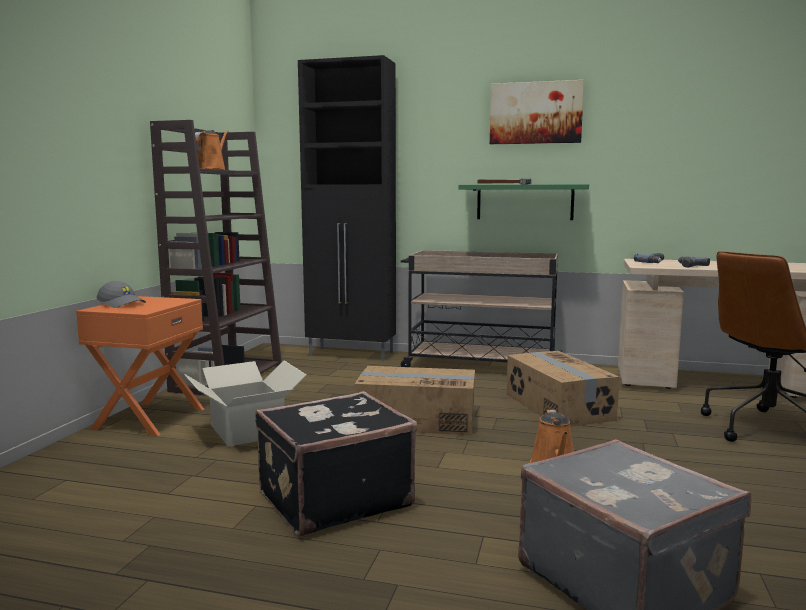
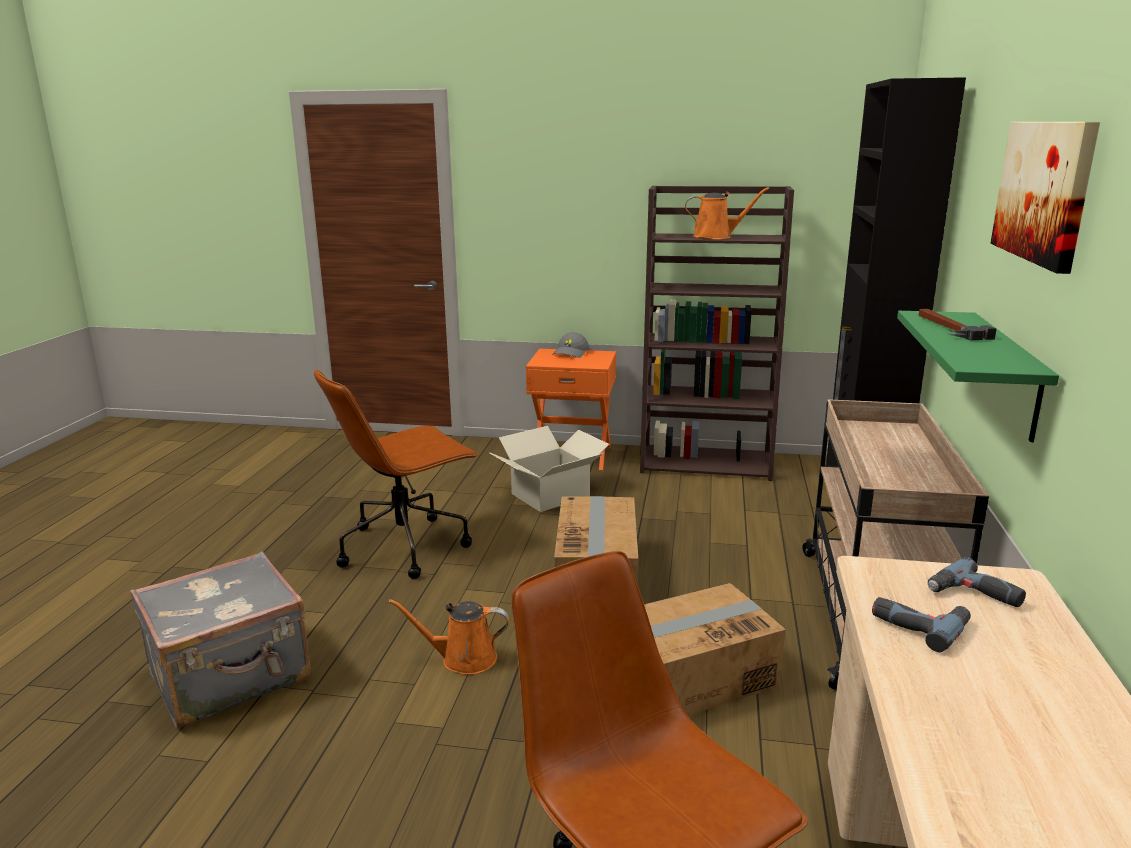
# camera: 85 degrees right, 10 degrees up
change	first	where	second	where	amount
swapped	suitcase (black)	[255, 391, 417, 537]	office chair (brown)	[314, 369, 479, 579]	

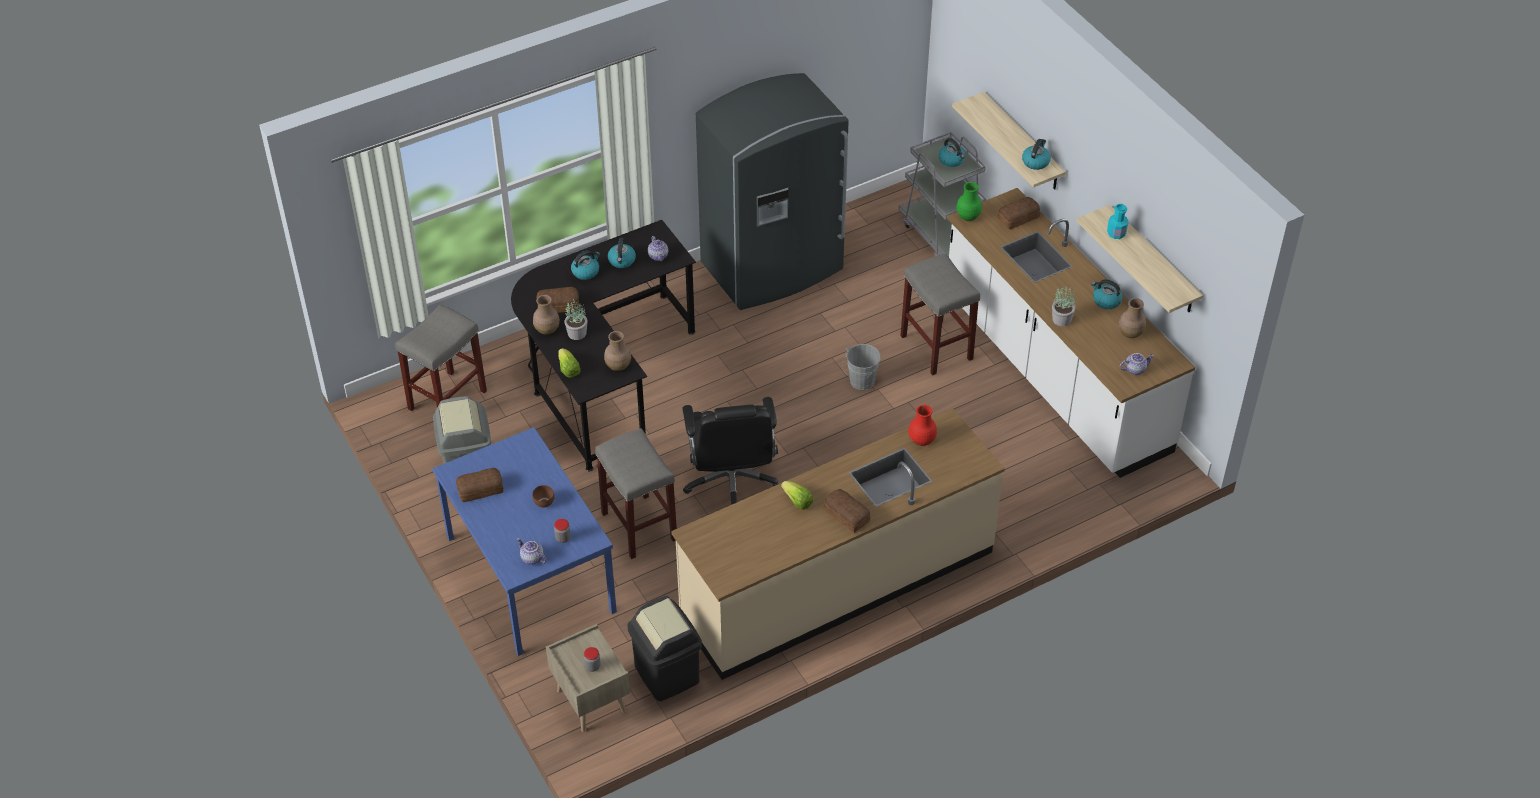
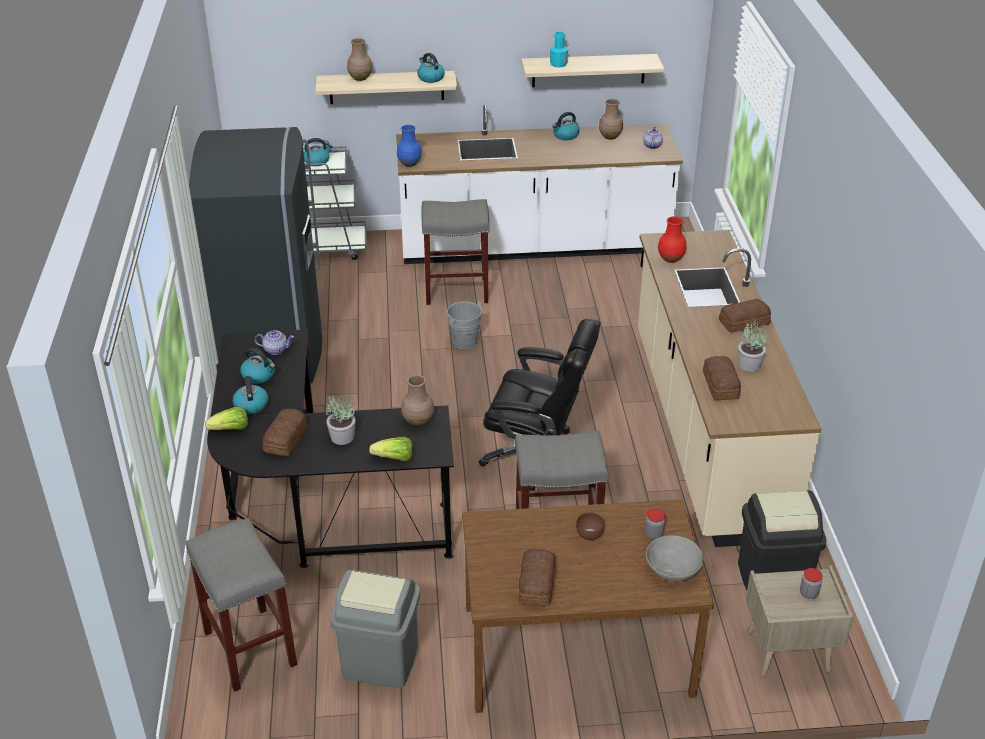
# camera: 65 degrees left, 10 degrees down
change	first	where	second	where	amount
repainted	vase (green)	[956, 182, 982, 221]	vase (blue)	[397, 125, 422, 167]	
shifted	bread	[998, 197, 1040, 230]		[703, 356, 741, 400]	
shifted	potted plant	[1052, 287, 1075, 326]		[738, 320, 766, 372]	
shifted	vase (brown)	[533, 295, 560, 335]		[347, 38, 372, 81]	
repainted	dining table (blue)	[433, 427, 617, 656]	dining table (brown)	[462, 499, 714, 713]	
shifted	lettuce	[781, 481, 813, 510]		[205, 407, 248, 430]	
swapped	teapot	[516, 538, 547, 565]	bowl (grey)	[646, 535, 703, 581]	

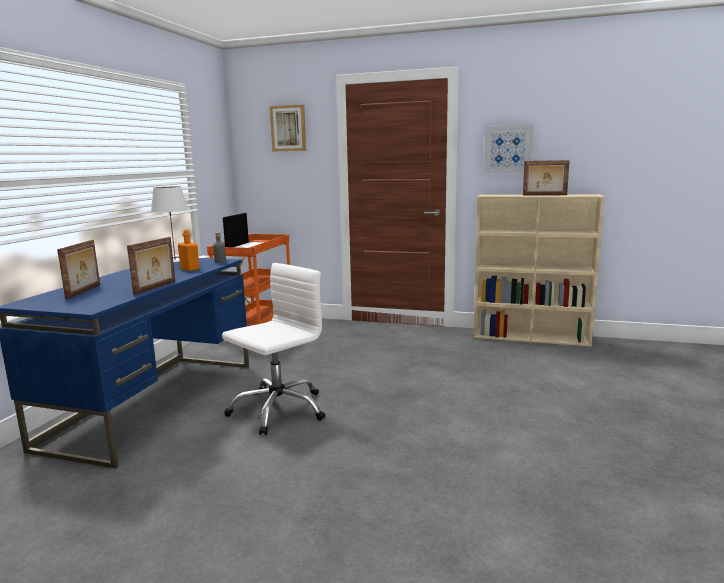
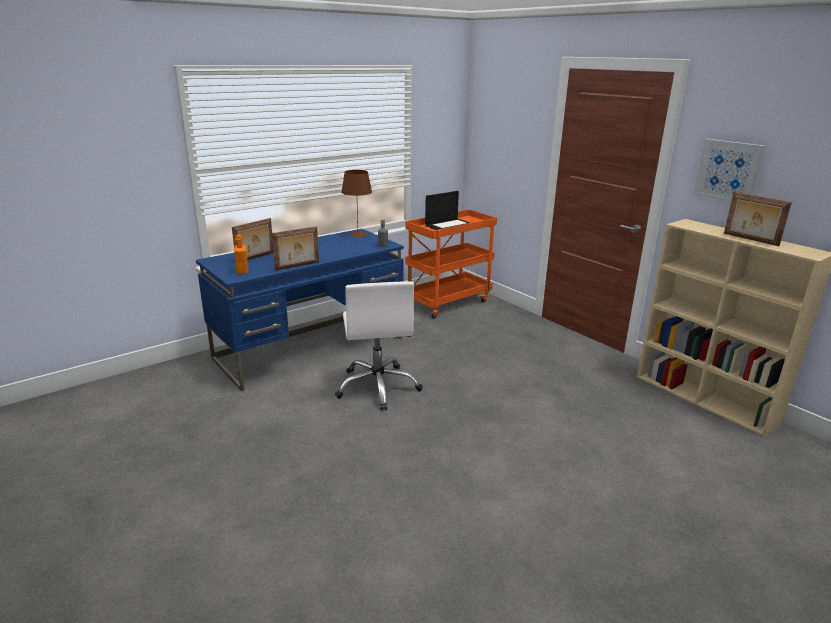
# camera: 35 degrees right, 10 degrees up
change	first	where	second	where	amount
gone	picture	[270, 105, 306, 151]			
repainted	table lamp (white)	[151, 186, 188, 262]	table lamp (brown)	[341, 170, 372, 237]	
shifted	bottle (orange)	[178, 230, 200, 271]		[234, 234, 248, 274]	
rotated	office chair (white)	[222, 263, 325, 435]		[335, 281, 423, 411]	90 degrees clockwise

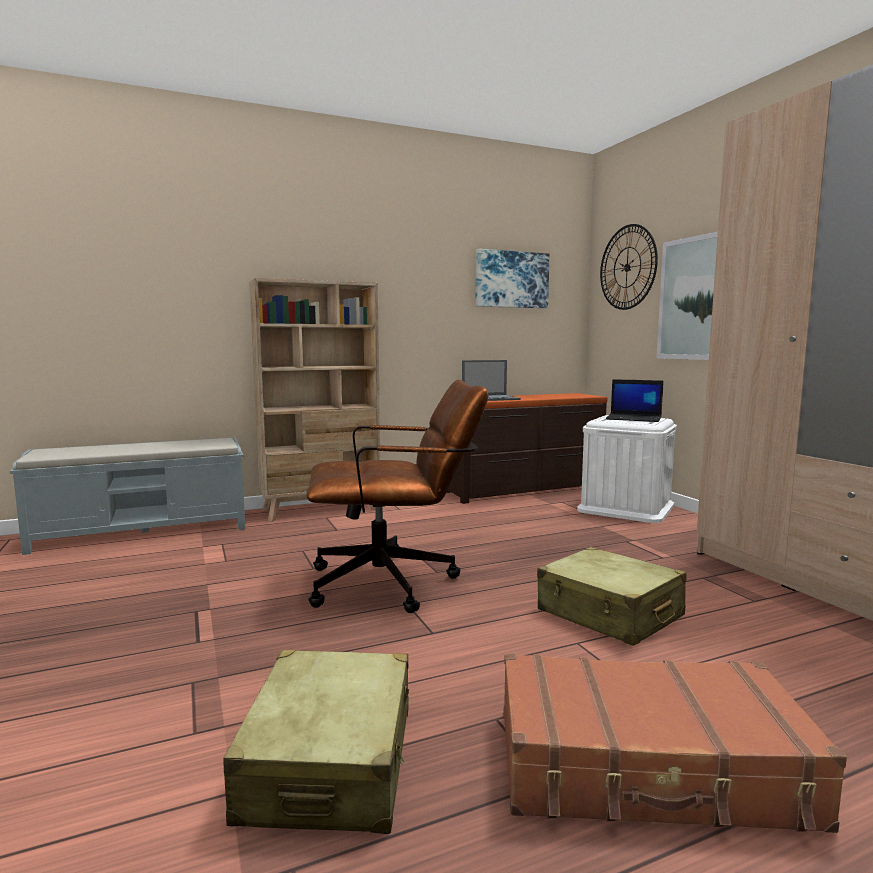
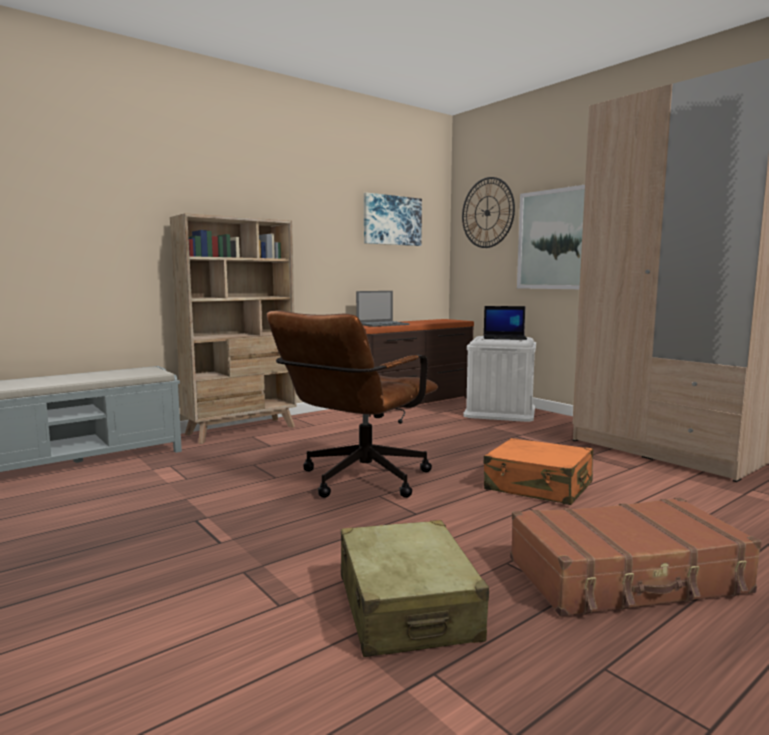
# camera: 15 degrees left, 0 degrees up
change	first	where	second	where	amount
rotated	office chair (brown)	[306, 380, 489, 613]		[267, 310, 438, 498]	150 degrees clockwise
repainted	suitcase (beige)	[537, 547, 686, 646]	suitcase (orange)	[484, 438, 593, 505]	

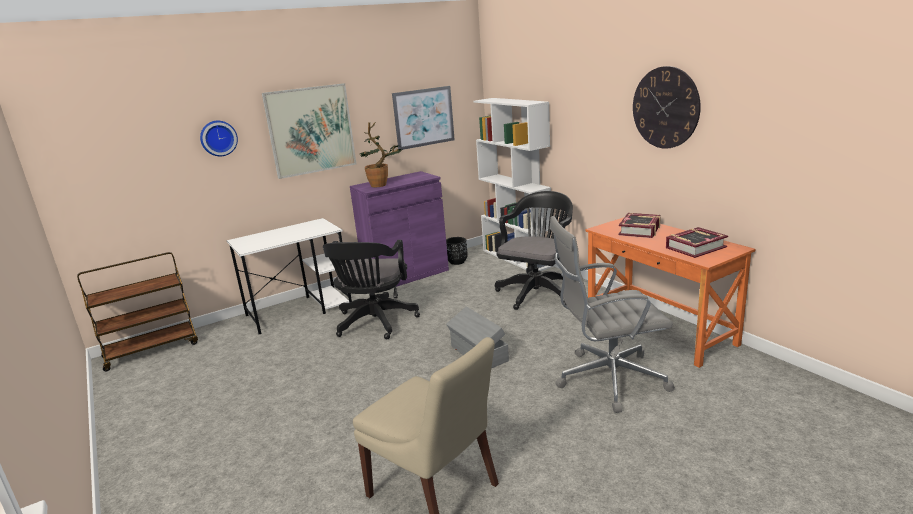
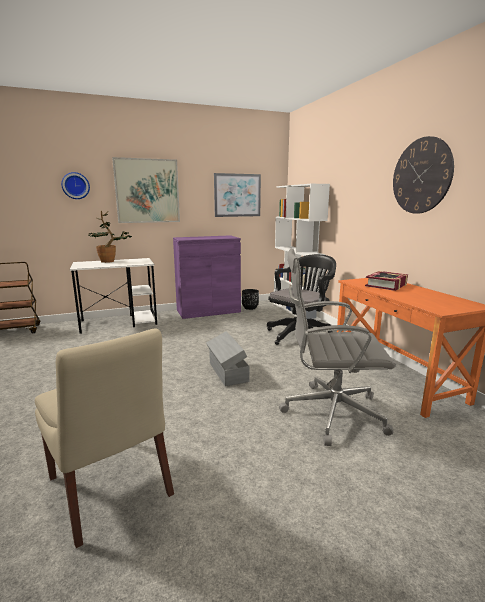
# camera: 10 degrees right, 5 degrees down
change	first	where	second	where	amount
shifted	potted plant	[359, 122, 402, 187]		[88, 211, 131, 263]	
gone	book	[666, 227, 728, 258]			
gone	office chair (black)	[323, 240, 420, 339]			

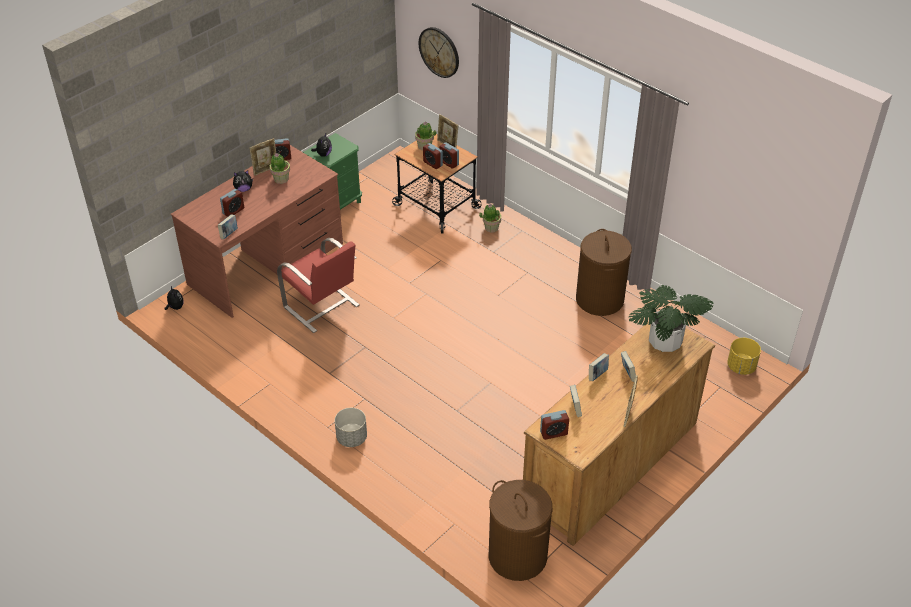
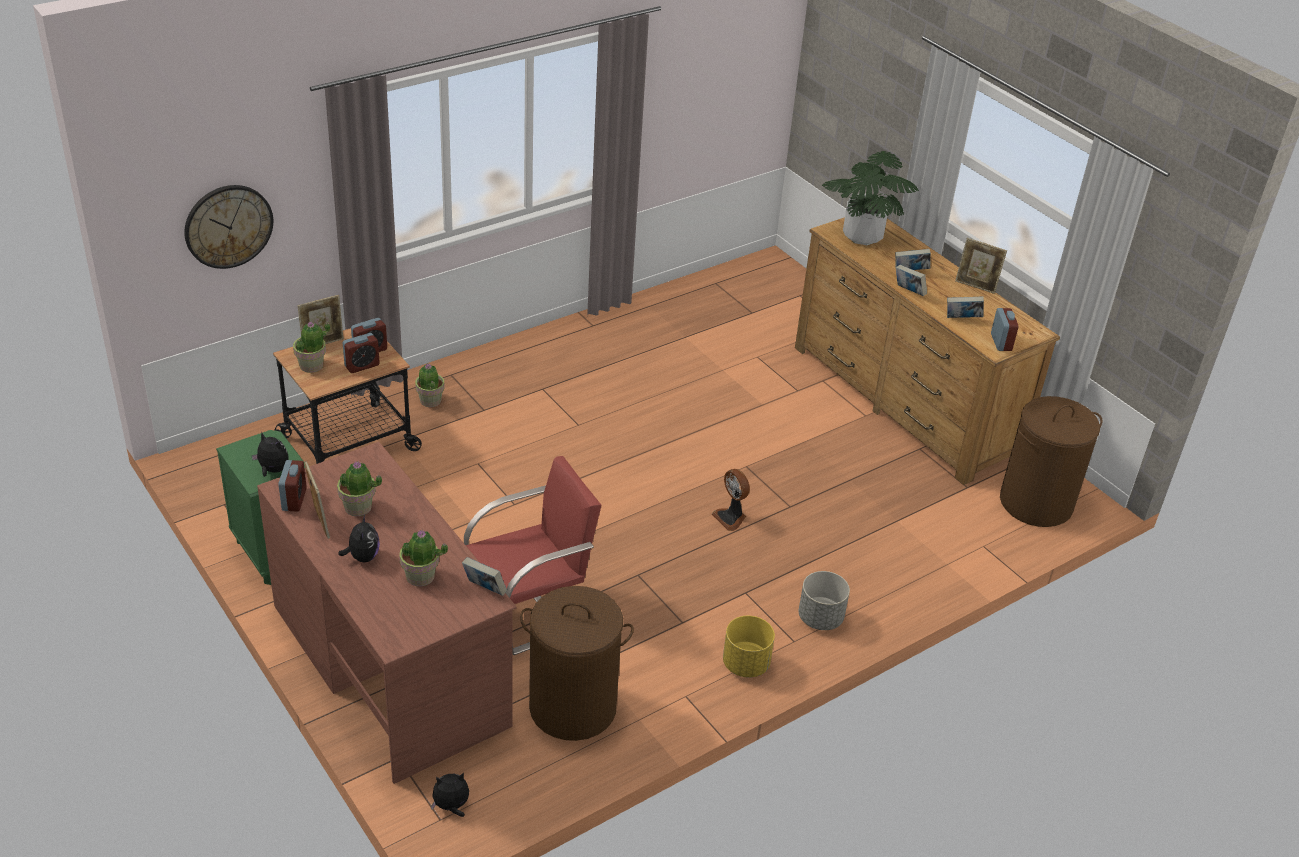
# camera: 80 degrees left, 5 degrees down
change	first	where	second	where	amount
swapped	alarm clock	[220, 189, 244, 217]	potted plant	[399, 529, 448, 586]	
shifted	laundry basket (brown)	[576, 229, 632, 316]		[520, 586, 634, 741]	
shifted	planter (yellow)	[727, 338, 761, 375]		[723, 616, 775, 678]	
new			fan	[712, 469, 750, 531]	

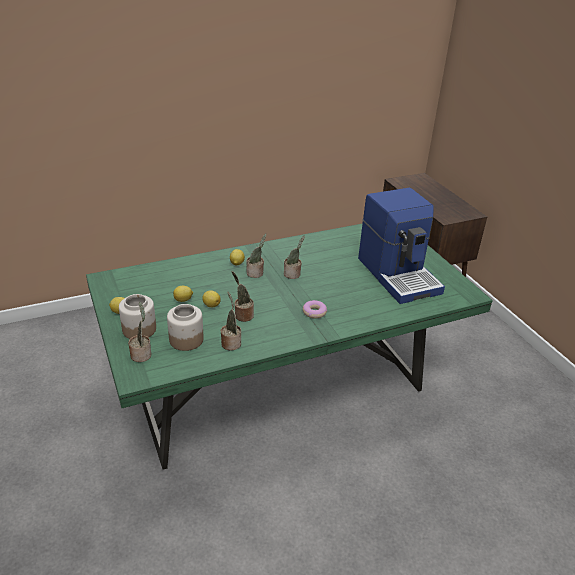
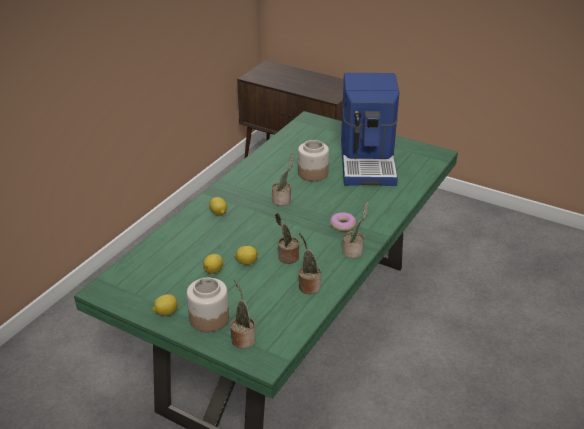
# camera: 35 degrees left, 0 degrees up
change	first	where	second	where	amount
rotated	coffee machine	[358, 188, 445, 304]		[341, 73, 399, 186]	60 degrees clockwise
shifted	potted plant	[246, 233, 266, 278]		[342, 201, 369, 258]	
shifted	jar	[167, 304, 204, 351]		[298, 140, 329, 182]	

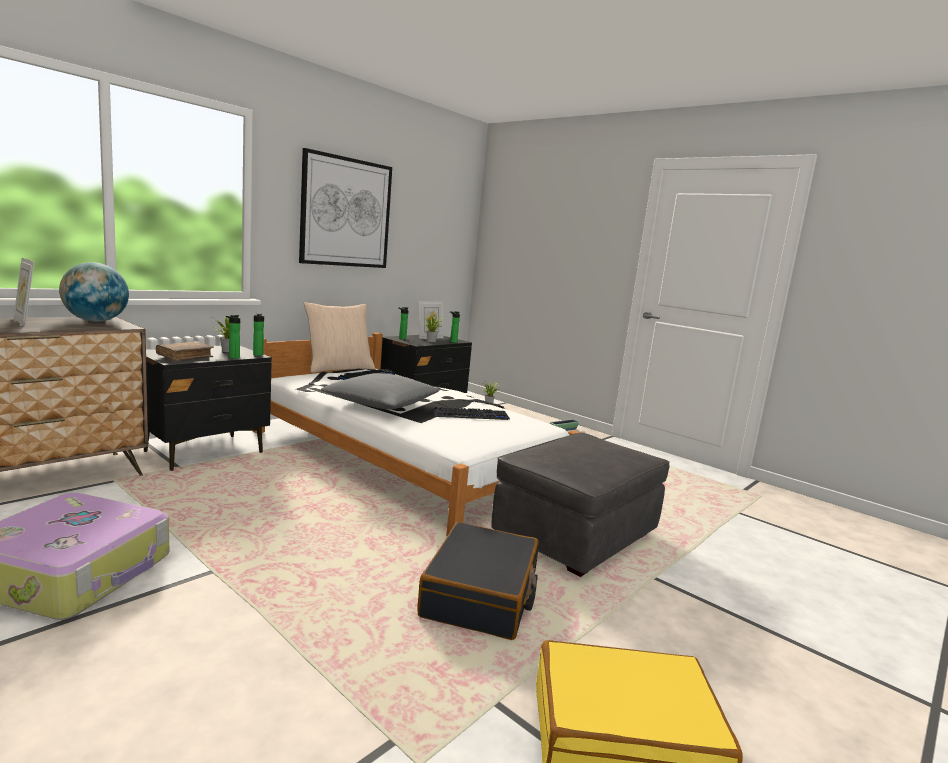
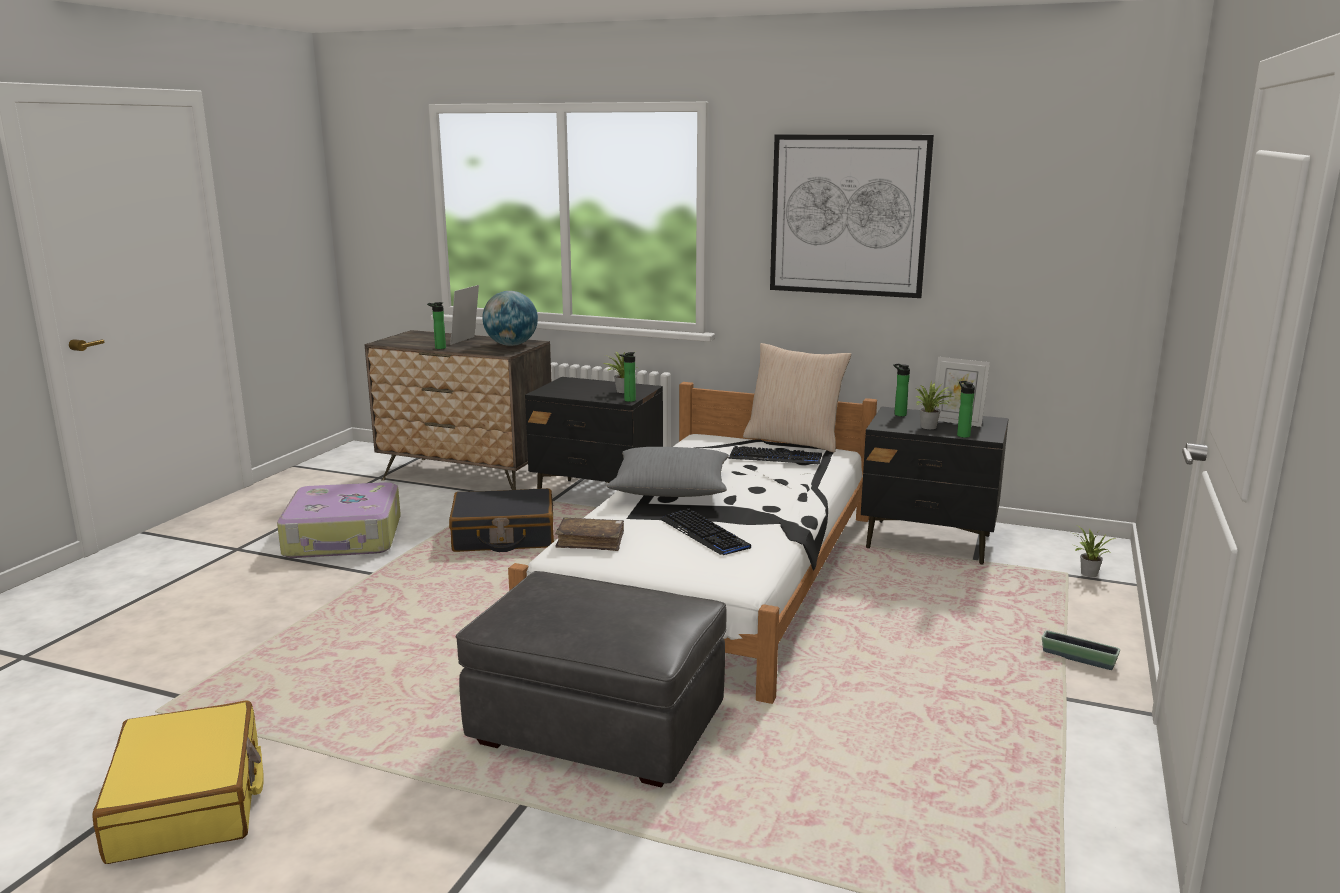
# camera: 70 degrees right, 5 degrees up
change	first	where	second	where	amount
shifted	bottle	[226, 314, 240, 359]		[427, 302, 446, 349]	
shifted	book (brown)	[156, 341, 214, 362]		[555, 517, 624, 551]	
shifted	suitcase (black)	[417, 522, 539, 640]		[449, 488, 554, 552]	

